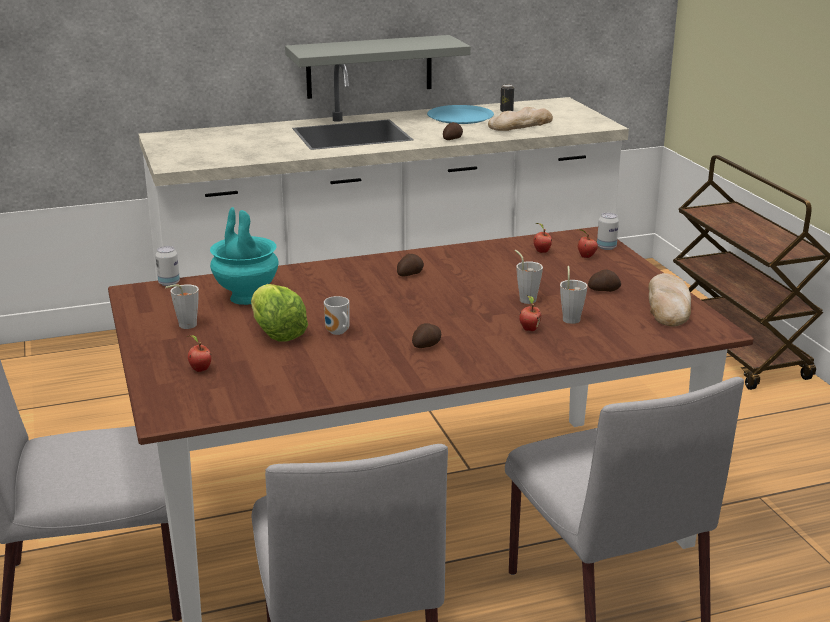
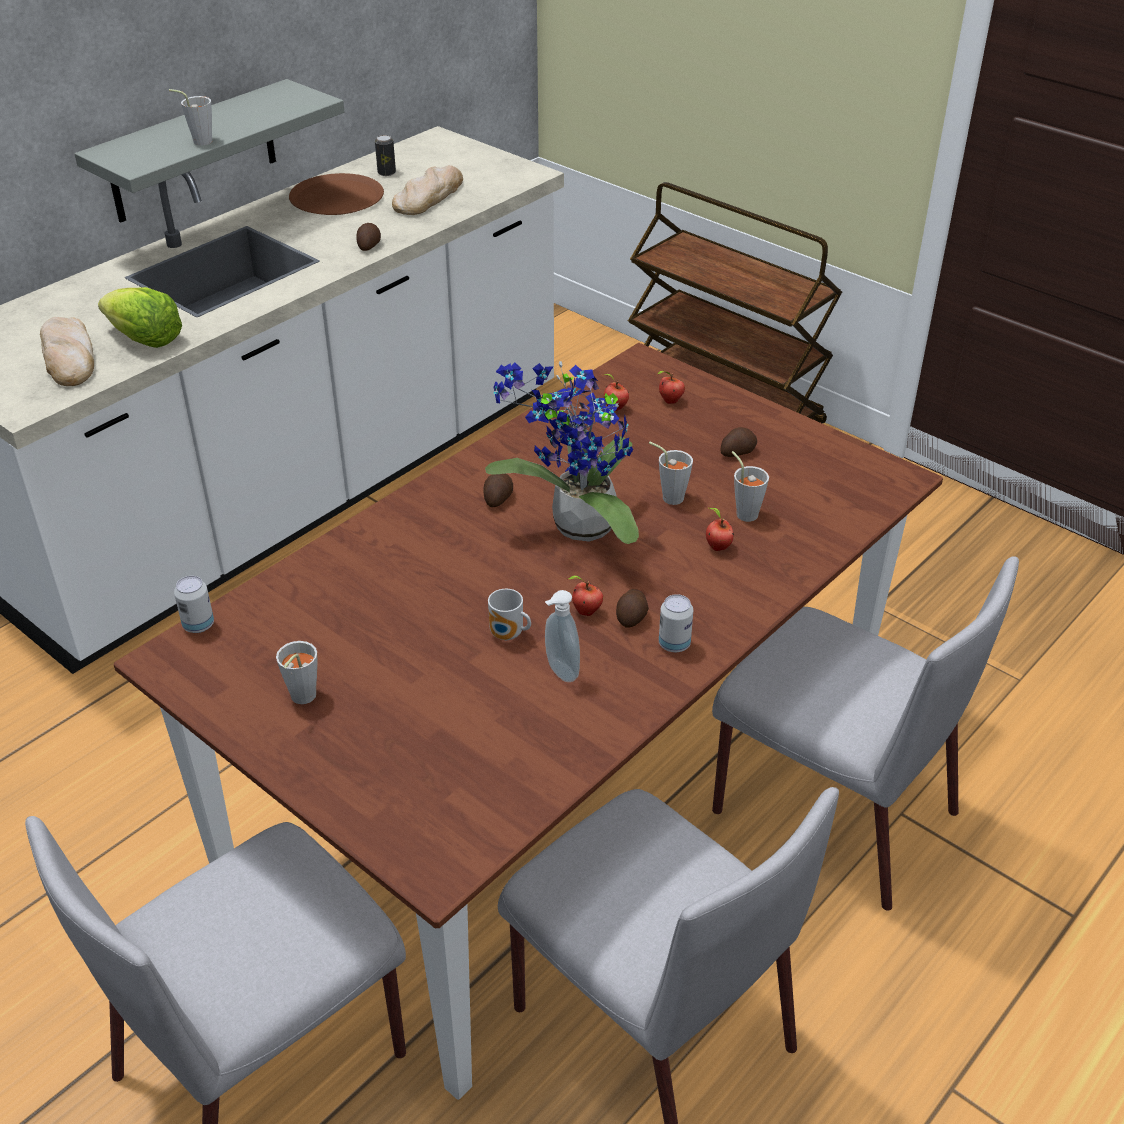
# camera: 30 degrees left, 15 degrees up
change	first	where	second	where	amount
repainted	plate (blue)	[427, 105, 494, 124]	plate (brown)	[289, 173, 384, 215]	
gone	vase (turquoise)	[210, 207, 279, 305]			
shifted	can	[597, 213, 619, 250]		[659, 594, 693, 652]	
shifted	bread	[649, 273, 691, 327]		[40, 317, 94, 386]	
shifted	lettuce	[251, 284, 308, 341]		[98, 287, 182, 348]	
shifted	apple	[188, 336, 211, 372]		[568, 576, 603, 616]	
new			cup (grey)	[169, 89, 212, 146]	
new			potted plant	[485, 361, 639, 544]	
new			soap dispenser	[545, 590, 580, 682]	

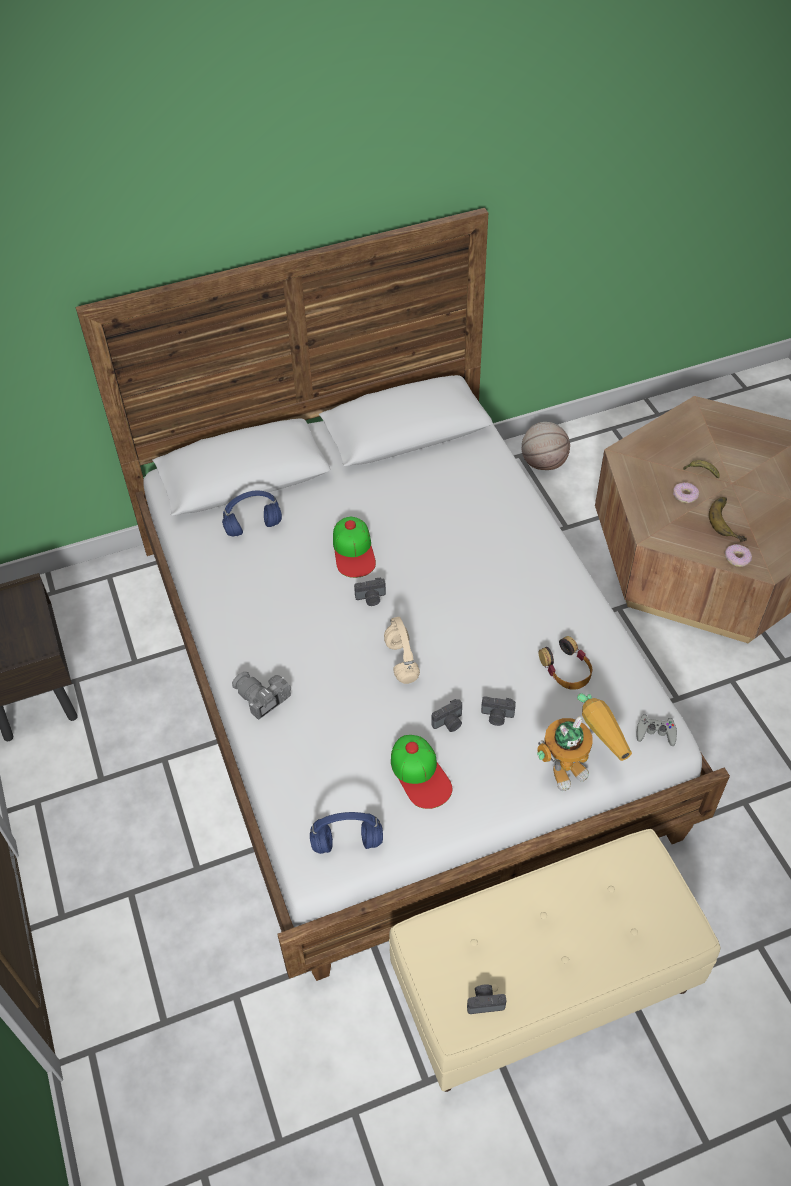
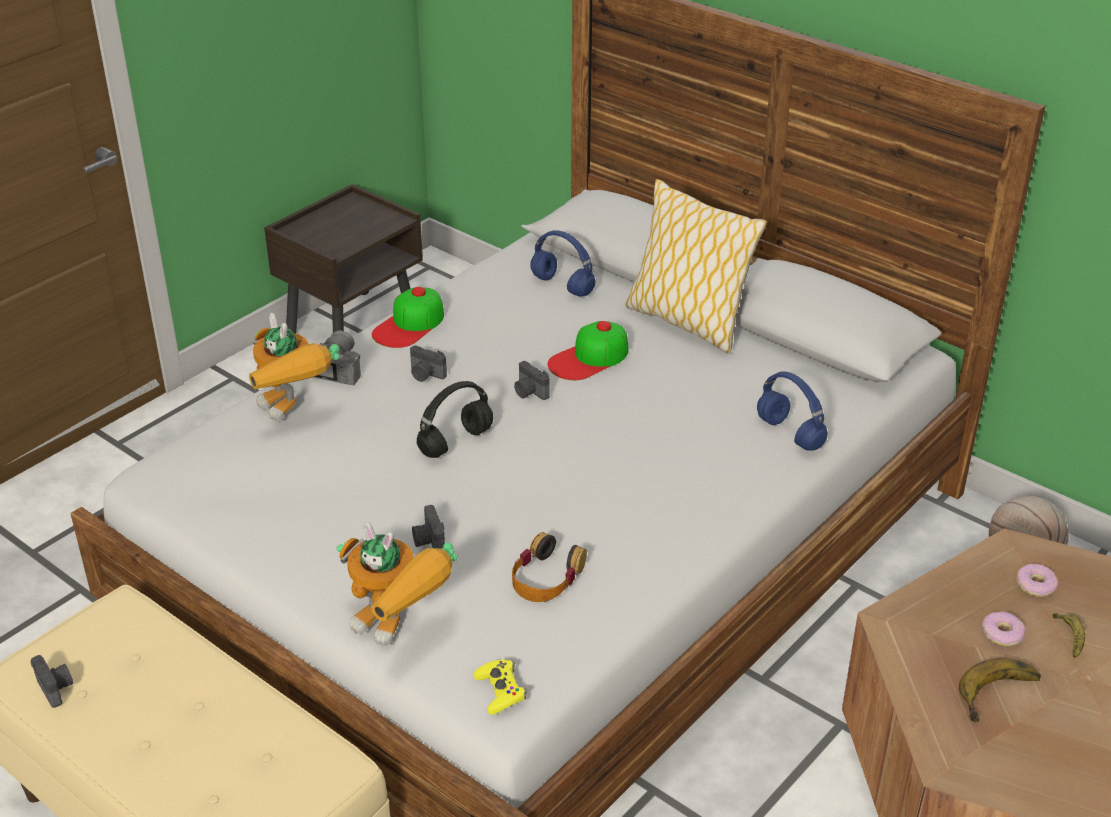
# camera: 60 degrees right, 15 degrees down
change	first	where	second	where	amount
shifted	donut	[725, 544, 752, 567]		[1016, 564, 1058, 597]	
repainted	headphones (beige)	[384, 617, 420, 684]	headphones (black)	[417, 381, 493, 458]	
shifted	photo camera	[431, 699, 462, 732]		[410, 345, 447, 382]	
repainted	game controller (grey)	[637, 714, 677, 746]	game controller (yellow)	[474, 659, 527, 715]	
shifted	cap	[391, 735, 452, 809]		[372, 287, 444, 348]	
shifted	headphones (blue)	[310, 812, 383, 854]		[757, 371, 828, 451]	
new			pillow	[625, 179, 767, 353]	
new			toy robot	[249, 313, 340, 421]	

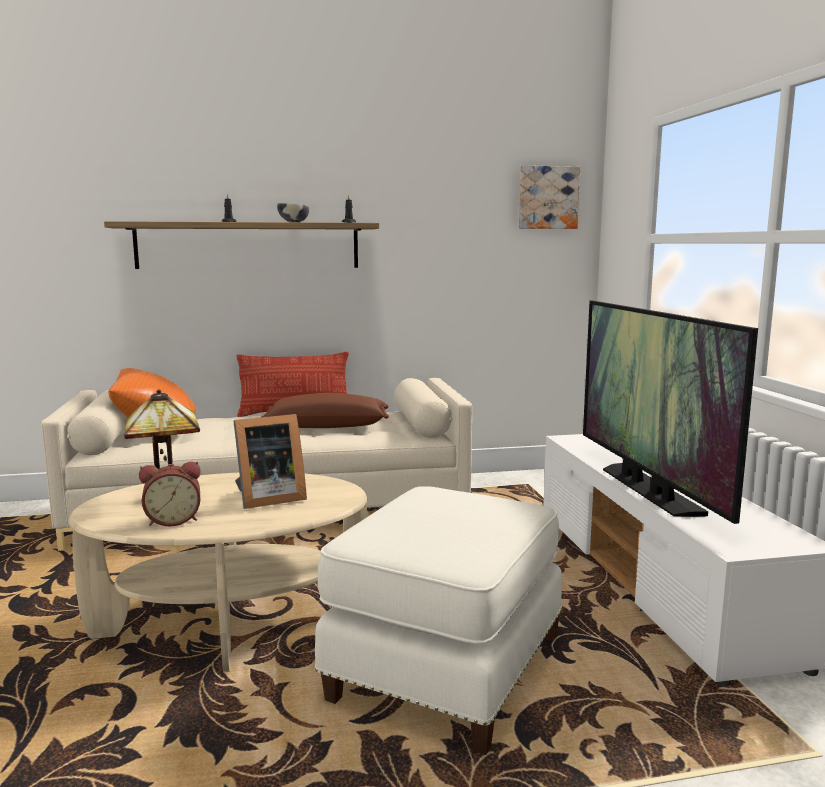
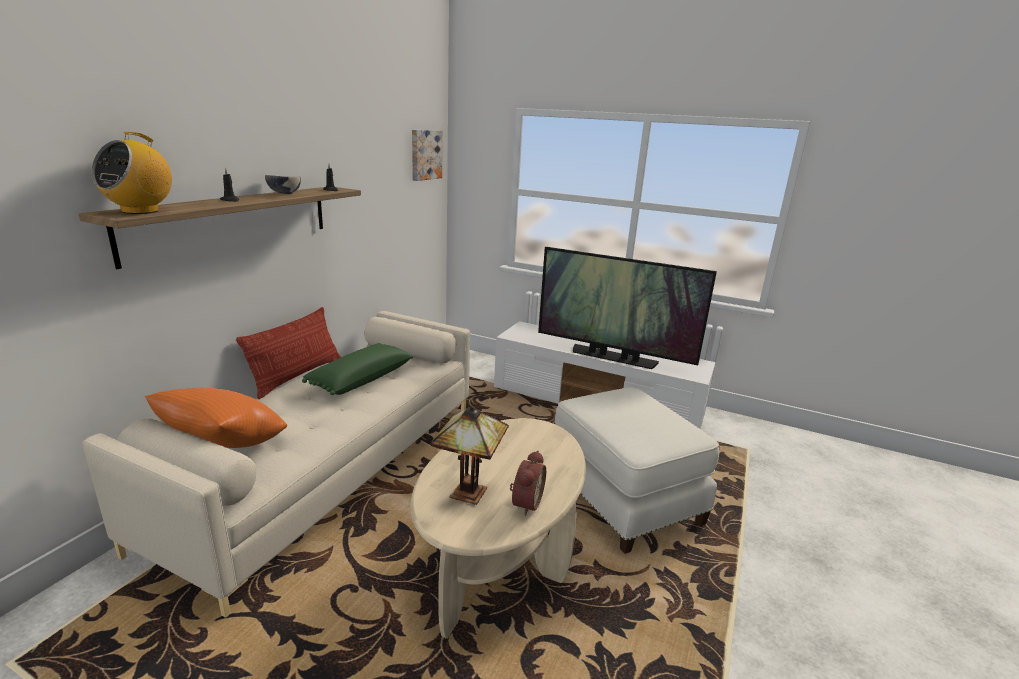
# camera: 55 degrees left, 10 degrees up
change	first	where	second	where	amount
repainted	pillow (brown)	[262, 393, 389, 428]	pillow (green)	[302, 343, 413, 395]	
gone	picture frame	[234, 414, 307, 509]			
new			radio	[91, 132, 172, 214]	

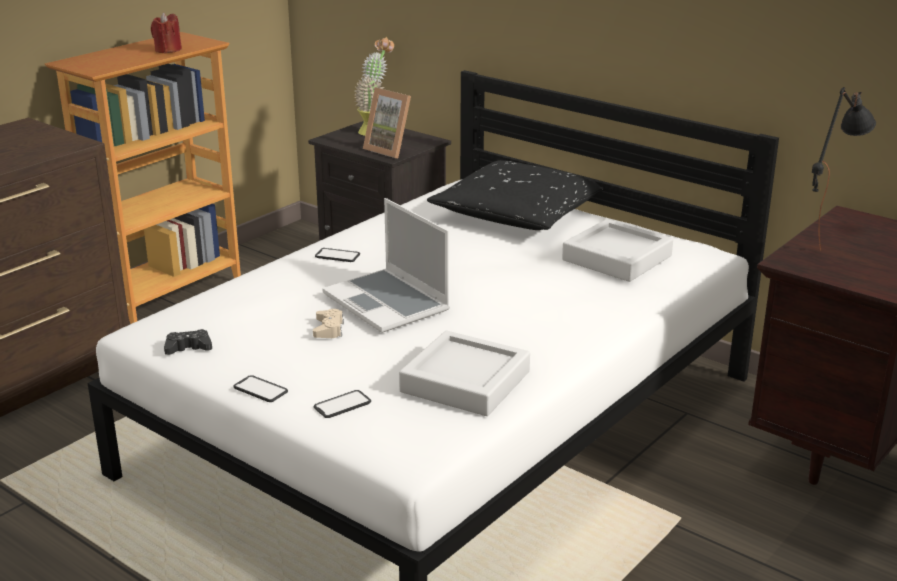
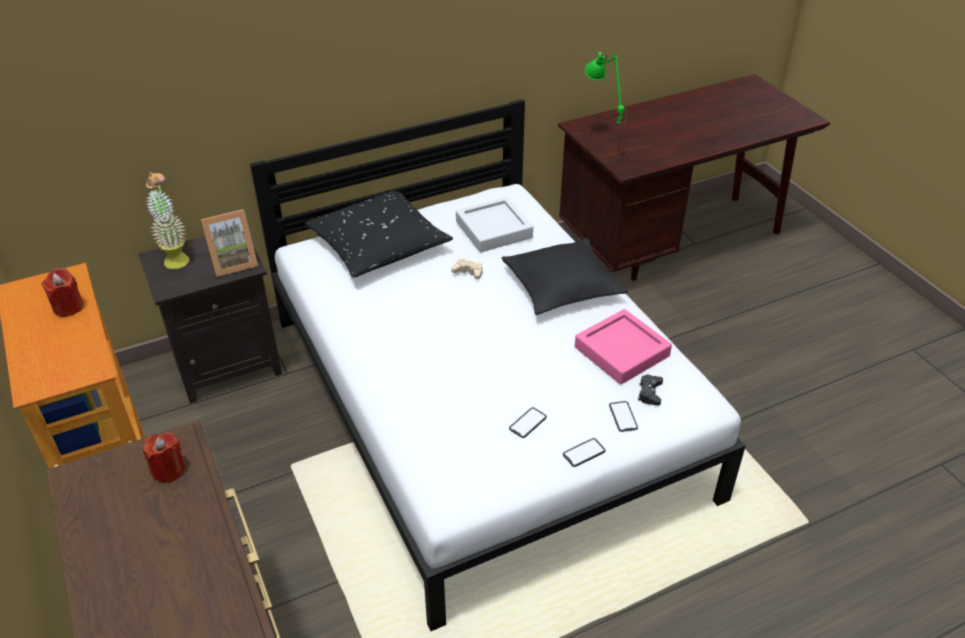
# camera: 65 degrees left, 15 degrees up
change	first	where	second	where	amount
repainted	table lamp (black)	[812, 87, 876, 251]	table lamp (green)	[585, 52, 627, 154]	
gone	laptop	[322, 198, 450, 333]			
shifted	phone	[315, 248, 360, 262]		[509, 407, 547, 438]	
shifted	game controller (beige)	[313, 309, 344, 338]		[451, 258, 483, 280]	
shifted	game controller (black)	[164, 329, 212, 355]		[638, 375, 663, 406]	
repainted	tray (grey)	[399, 330, 530, 416]	tray (pink)	[575, 309, 672, 385]	
new			pillow (black)	[502, 238, 628, 315]	
new			candle (red)	[143, 432, 185, 483]	

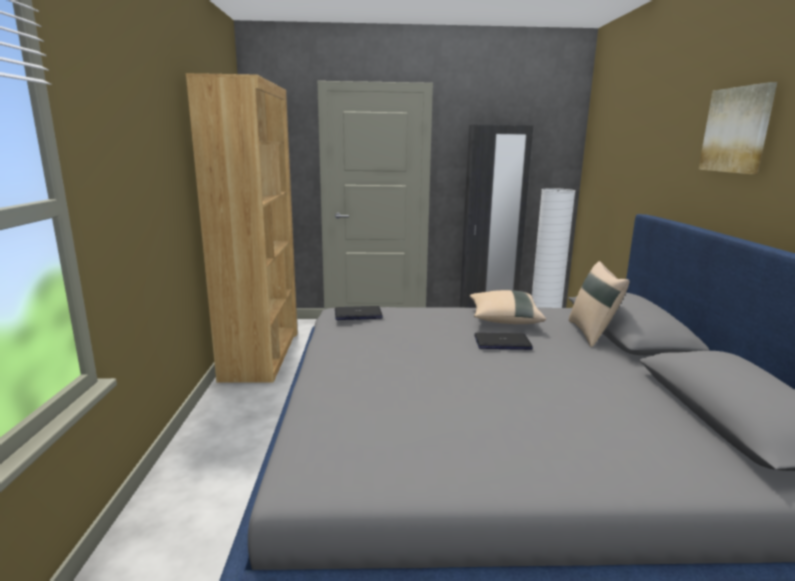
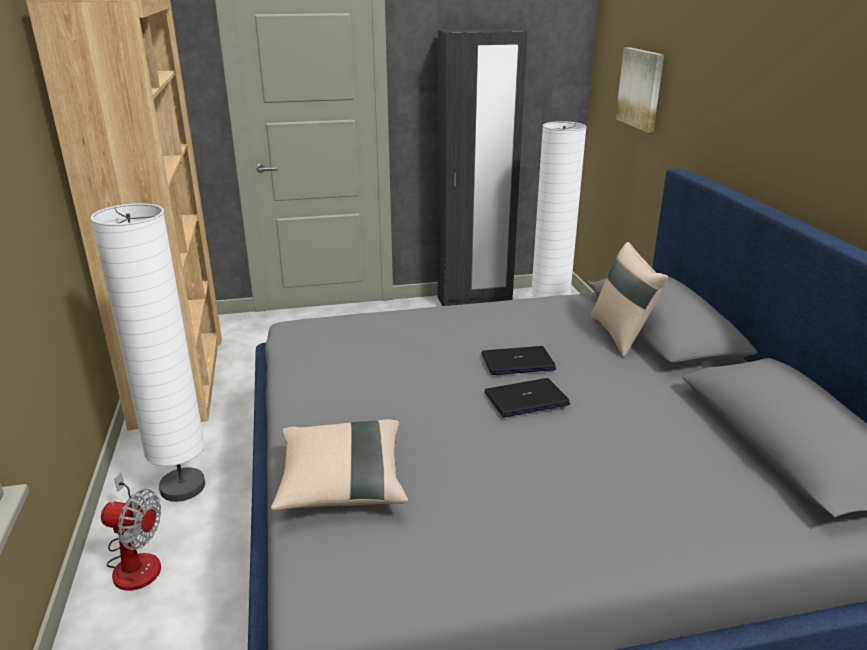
# camera: 10 degrees left, 10 degrees up
change	first	where	second	where	amount
shifted	picture	[698, 82, 777, 174]		[616, 47, 664, 133]	
shifted	pillow (beige)	[470, 290, 546, 324]		[271, 419, 408, 510]	
shifted	laptop	[335, 306, 383, 320]		[485, 378, 570, 417]	
new			floor lamp (white)	[91, 203, 205, 502]	
new			fan	[101, 473, 161, 591]	

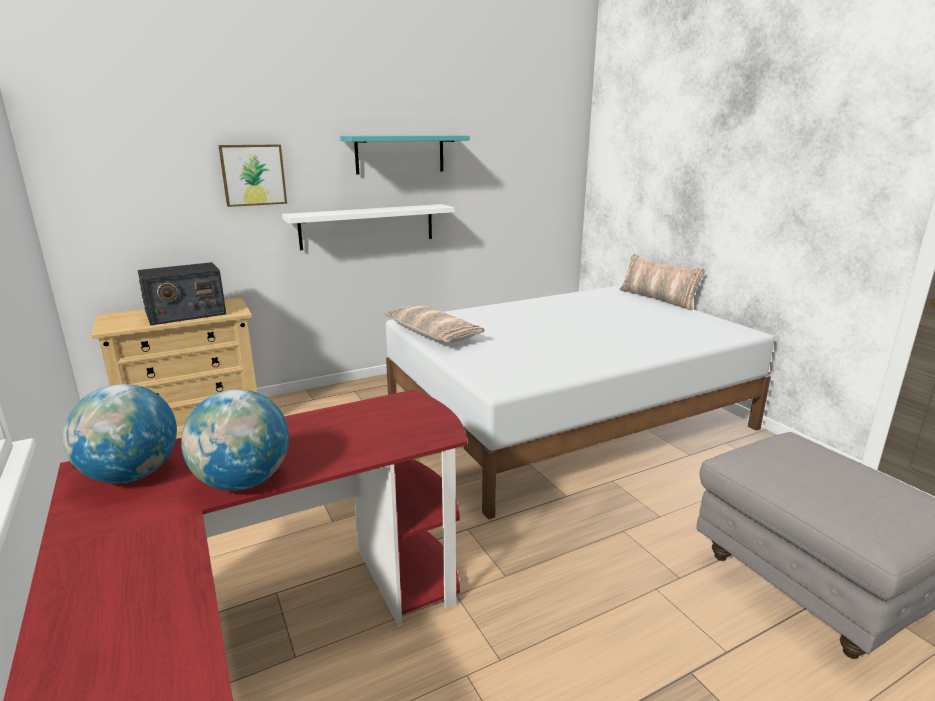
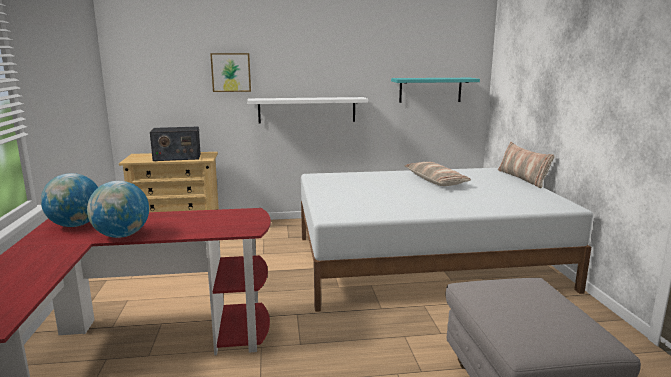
# camera: 20 degrees right, 5 degrees down
change	first	where	second	where	amount
shifted	shelf (turquoise)	[340, 135, 470, 175]		[391, 78, 480, 103]	
shifted	pillow	[385, 305, 485, 343]		[404, 162, 471, 186]	

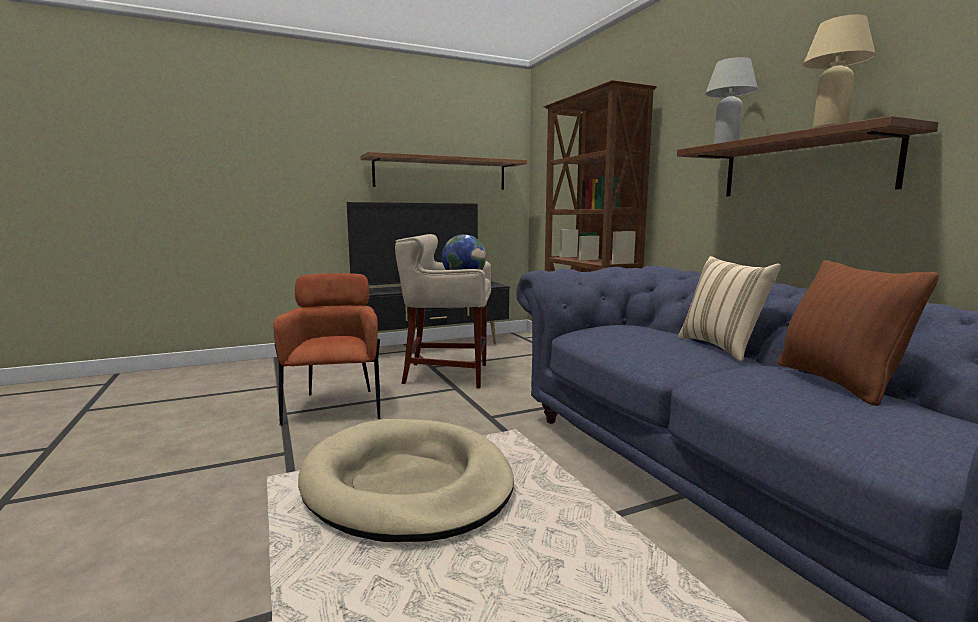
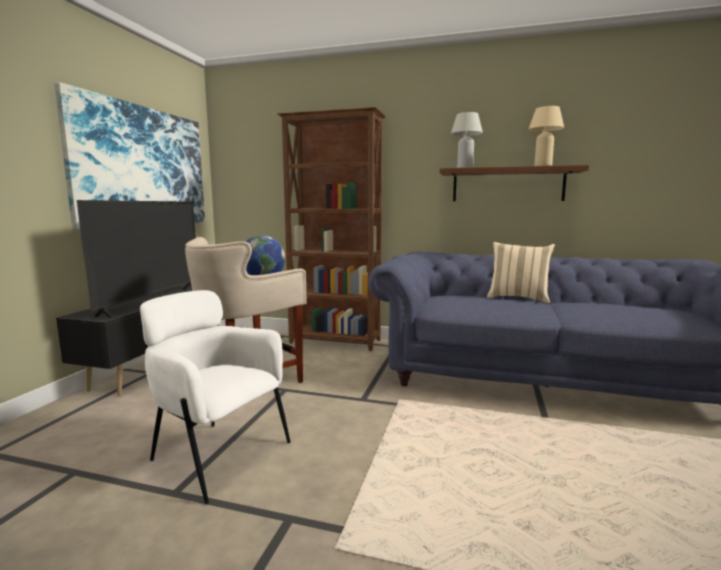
# camera: 50 degrees left, 0 degrees up
change	first	where	second	where	amount
swapped	shelf	[360, 152, 527, 190]	picture	[54, 82, 205, 229]	
gone	pillow (brown)	[777, 260, 939, 406]			
repainted	armchair (brown)	[273, 273, 381, 426]	armchair (white)	[139, 290, 291, 505]	
gone	dog bed (beige)	[298, 419, 514, 542]			

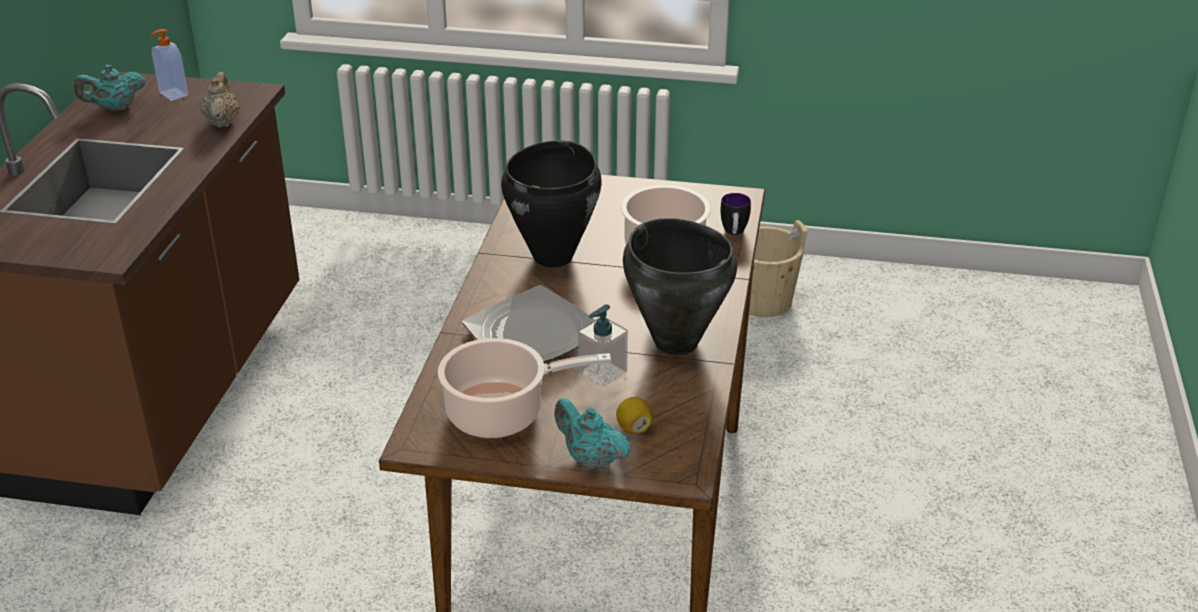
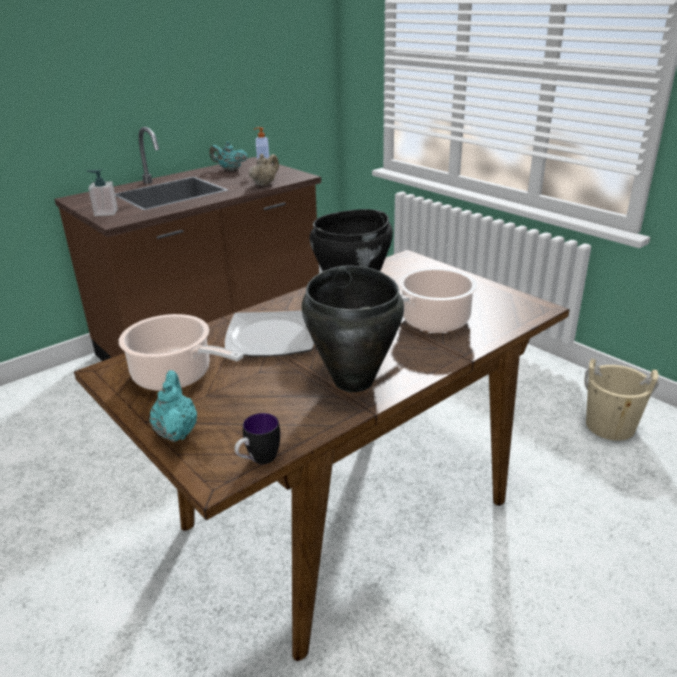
# camera: 40 degrees right, 5 degrees down
change	first	where	second	where	amount
shifted	mug	[720, 193, 751, 235]		[235, 413, 280, 464]	
shifted	soap dispenser	[578, 304, 628, 387]		[87, 169, 118, 216]	
gone	lemon	[616, 397, 653, 434]			

